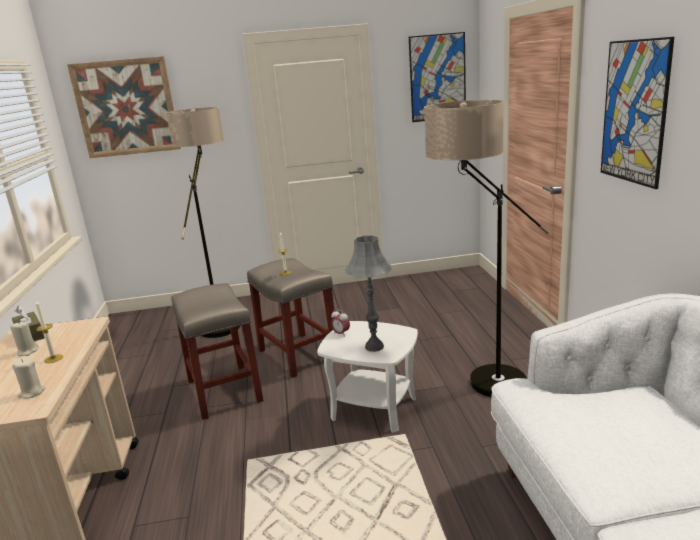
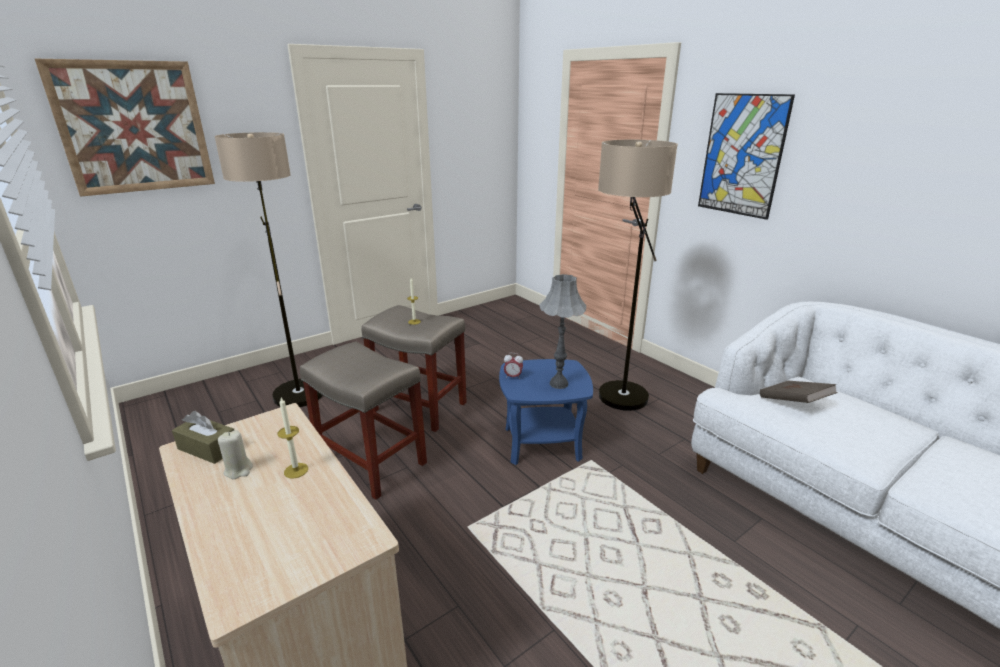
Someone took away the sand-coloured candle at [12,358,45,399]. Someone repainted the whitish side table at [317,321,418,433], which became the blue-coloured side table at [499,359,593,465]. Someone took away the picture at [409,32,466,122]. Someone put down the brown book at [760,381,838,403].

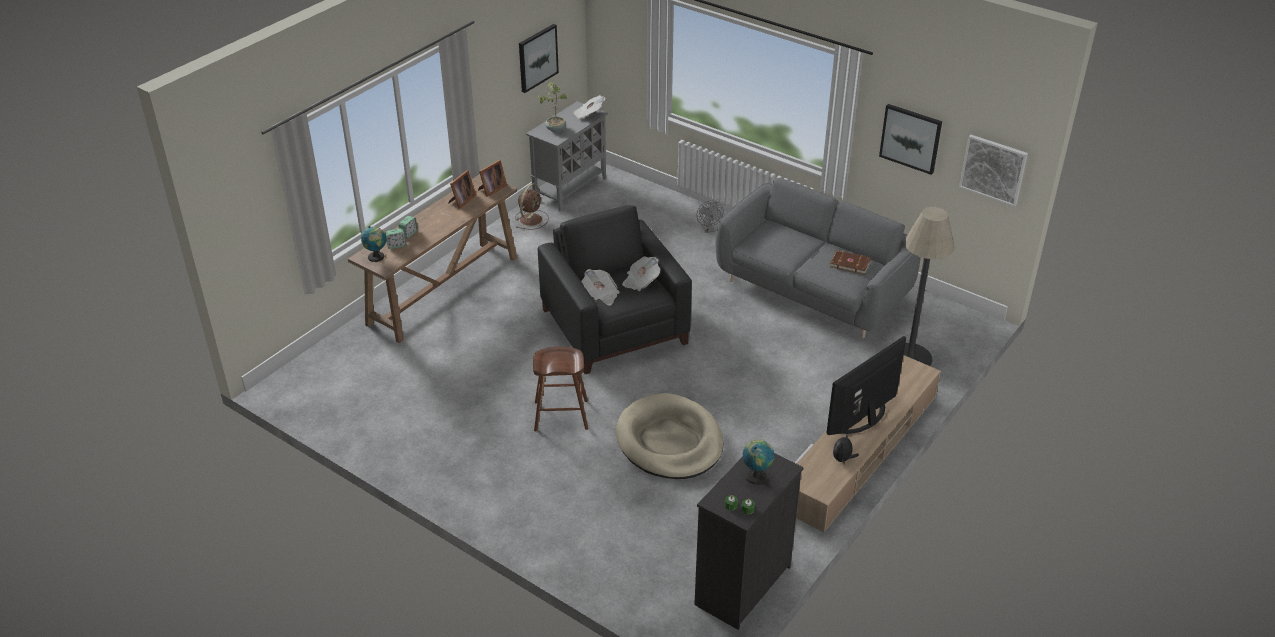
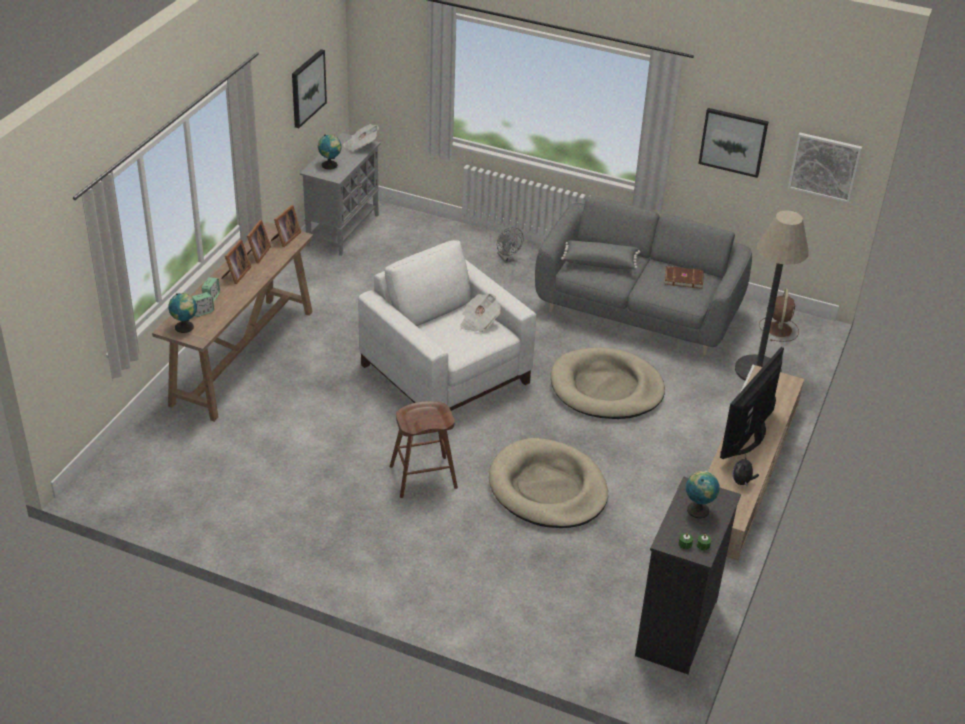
Someone carried the brown fan from [515,183,549,230] to [759,288,799,342]. Someone swapped the houseplant at [537,83,568,132] for the world globe at [318,135,342,170]. Someone repainted the black-coloured armchair at [538,205,692,374], which became the whitish armchair at [358,240,536,411]. Someone took away the daily paper at [582,269,620,305]. Someone put down the photo frame at [221,240,251,284]. Someone put down the sand-coloured dog cushion at [551,348,665,419]. Someone put down the greyish throw pillow at [561,241,640,269].

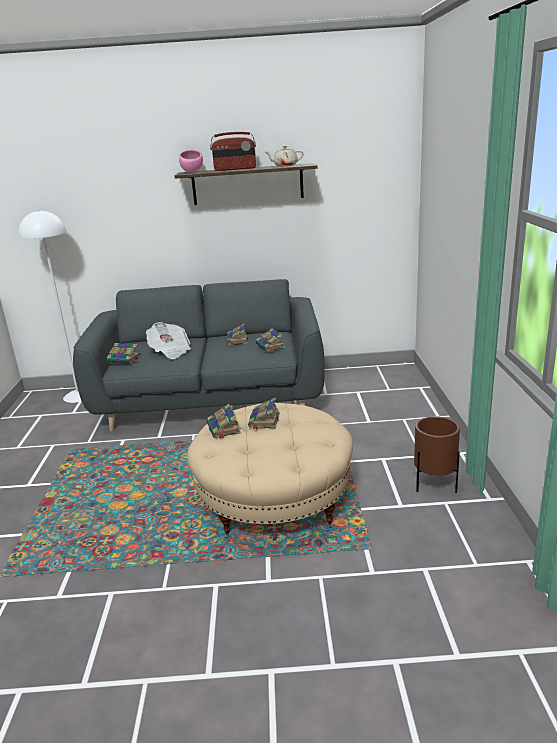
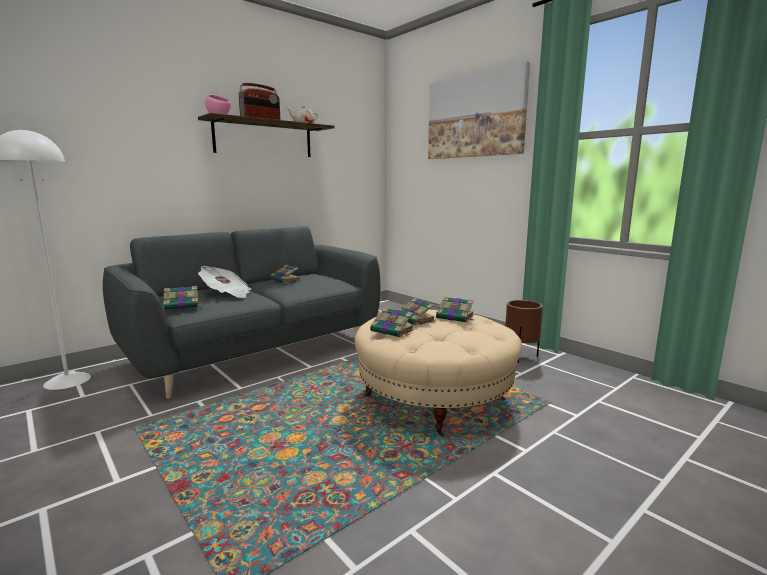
Someone carried the book from [256,328,285,352] to [436,297,475,322]. Someone put up the picture at [428,61,530,159].

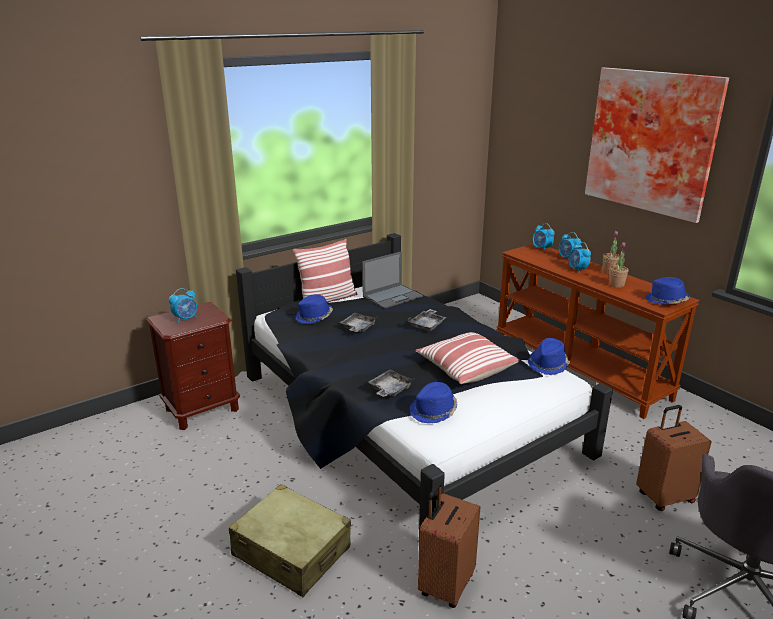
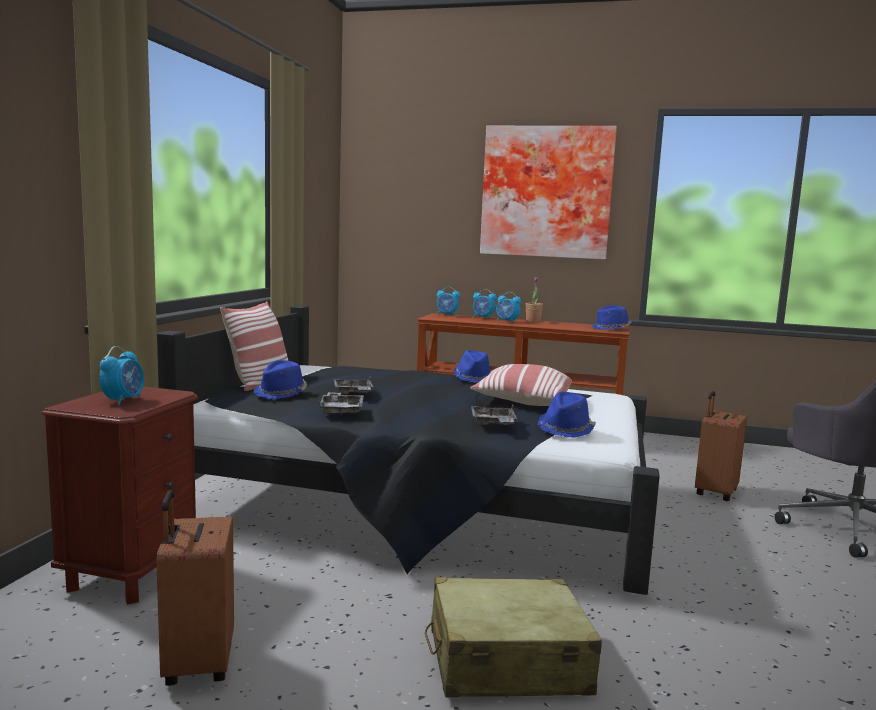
Someone took away the notebook computer at [362,251,423,309]. Someone carried the greyish carrying tray from [408,309,447,331] to [319,392,364,415]. Someone carried the brown suitcase from [418,482,480,608] to [156,490,234,686]. Someone carried the blue-coloured hat from [528,338,570,375] to [454,350,492,383]. Someone took away the houseplant at [609,242,629,288].

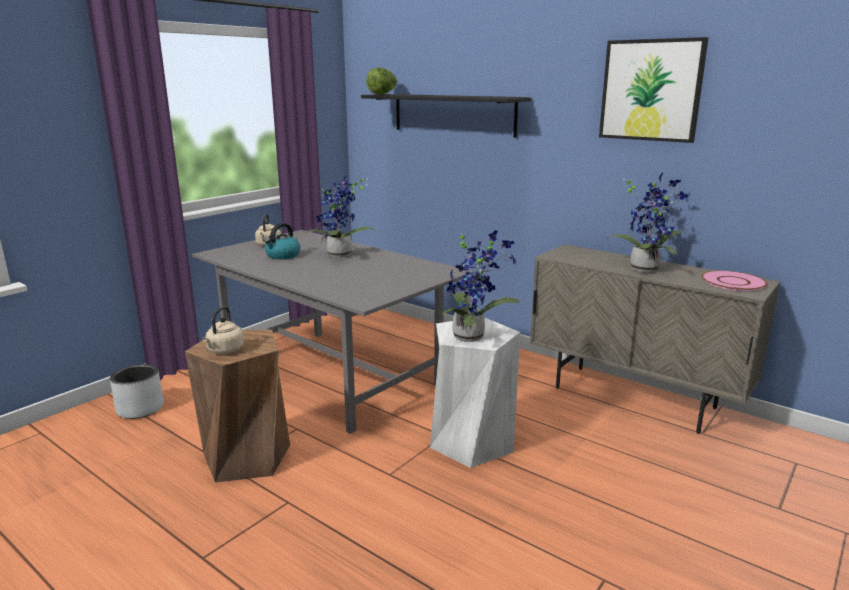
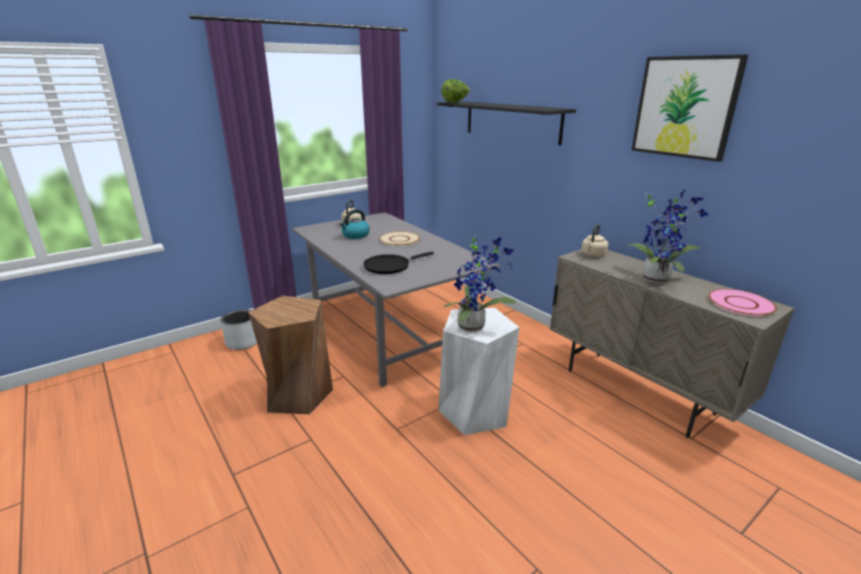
Someone carried the sand-coloured tea kettle from [202,306,244,354] to [581,224,609,257]. Someone swapped the houseplant at [305,175,377,258] for the sand-coloured flat dish at [379,232,420,246]. Someone put down the black-coloured frying pan at [364,252,434,274].

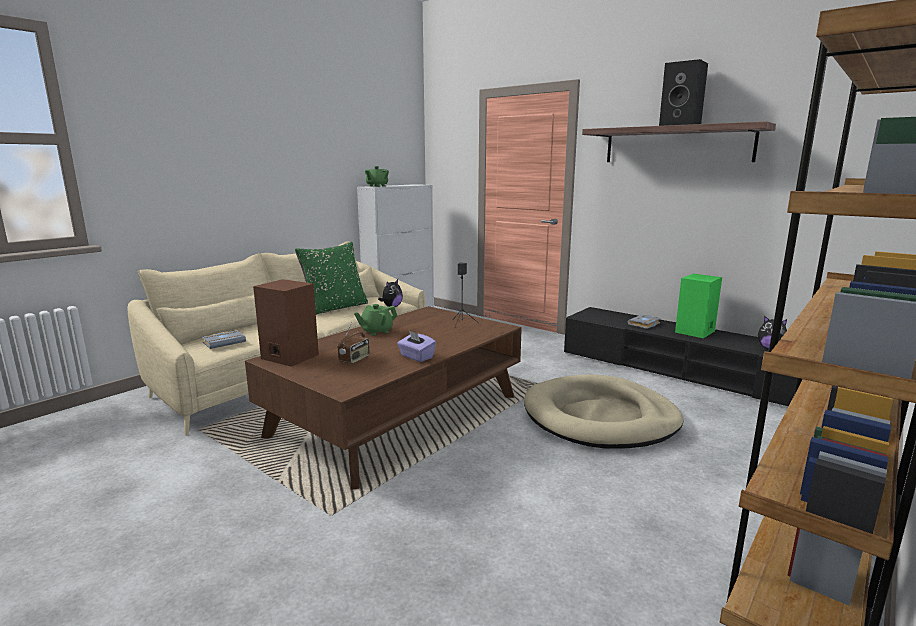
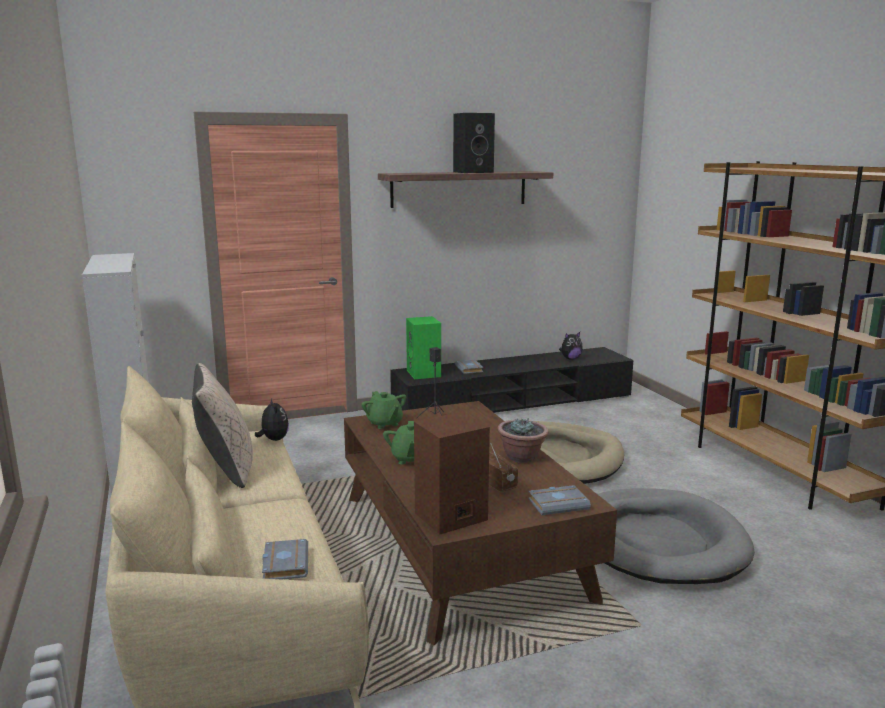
Someone repainted the green throw pillow at [295,242,368,315], which became the sand-coloured throw pillow at [192,363,253,488]. Someone carried the green teapot from [365,166,389,187] to [362,391,406,429]. Someone swapped the purple tissue holder at [397,331,436,362] for the houseplant at [497,418,549,463]. Someone carried the green loudspeaker from [675,273,722,338] to [406,316,441,379]. Someone put down the greyish book at [528,485,591,515]. Someone put down the greyish dog cushion at [598,488,755,584].

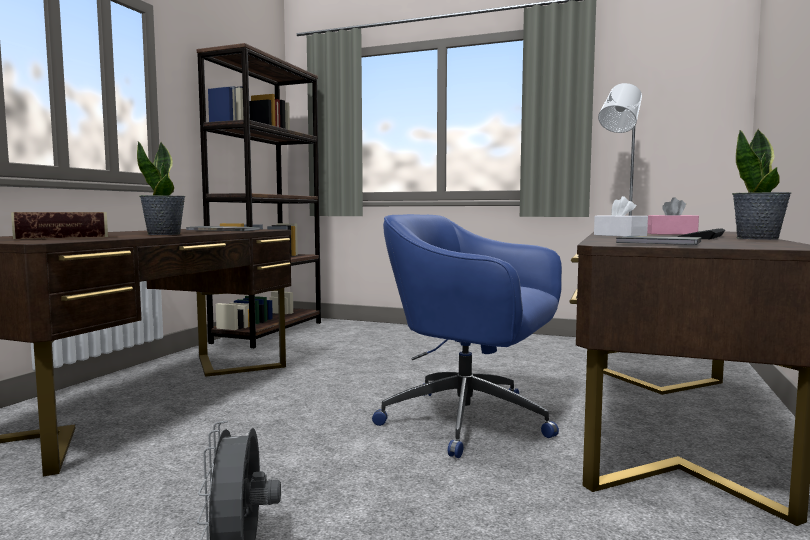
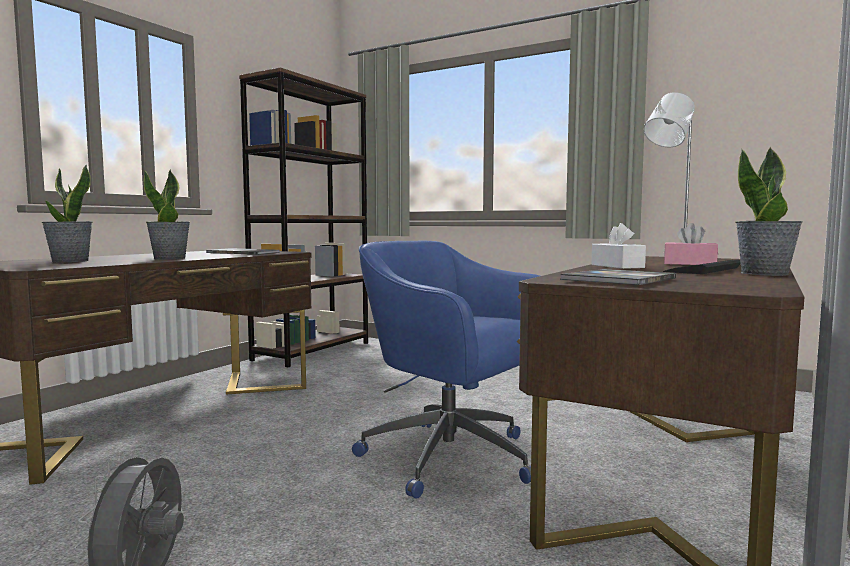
Someone swapped the book at [11,212,108,239] for the houseplant at [42,165,92,262].

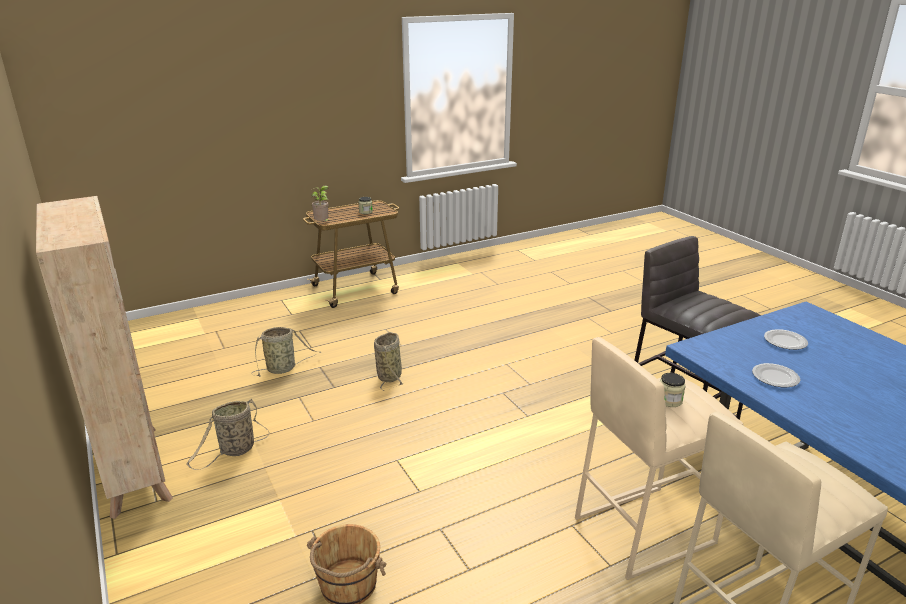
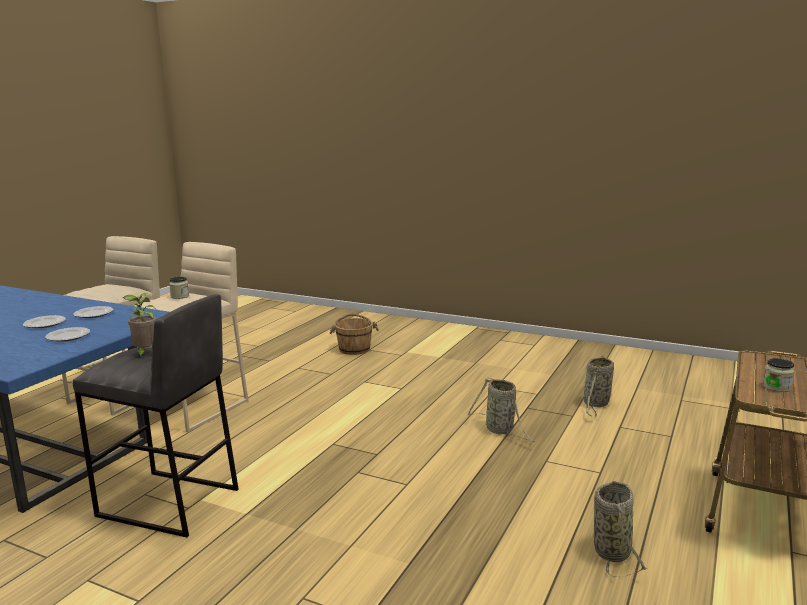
Someone took away the sand-coloured shelving unit at [36,196,173,519]. Someone carried the household basket from [186,399,270,470] to [594,481,647,577]. Someone carried the houseplant from [311,186,329,221] to [123,293,157,358]. Someone put down the flat dish at [23,315,66,328].

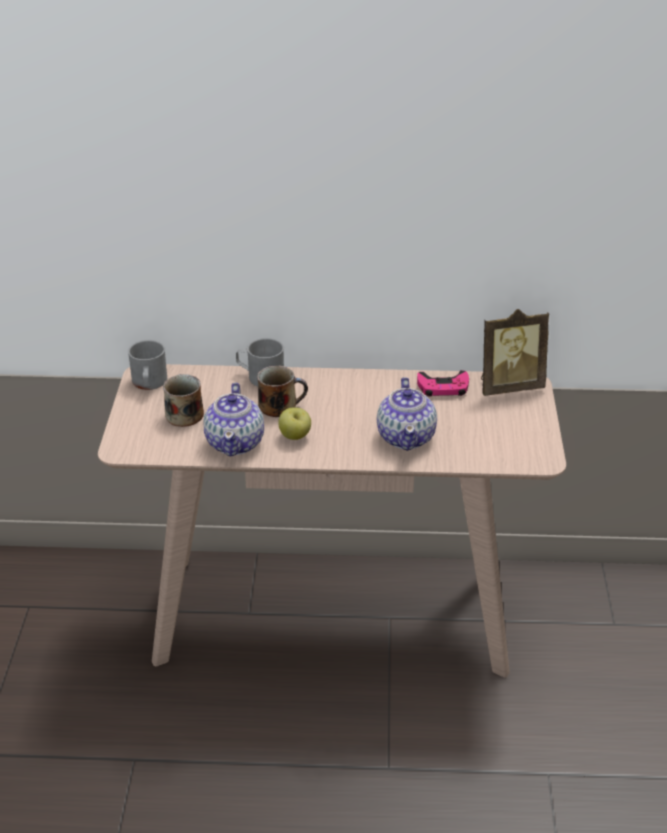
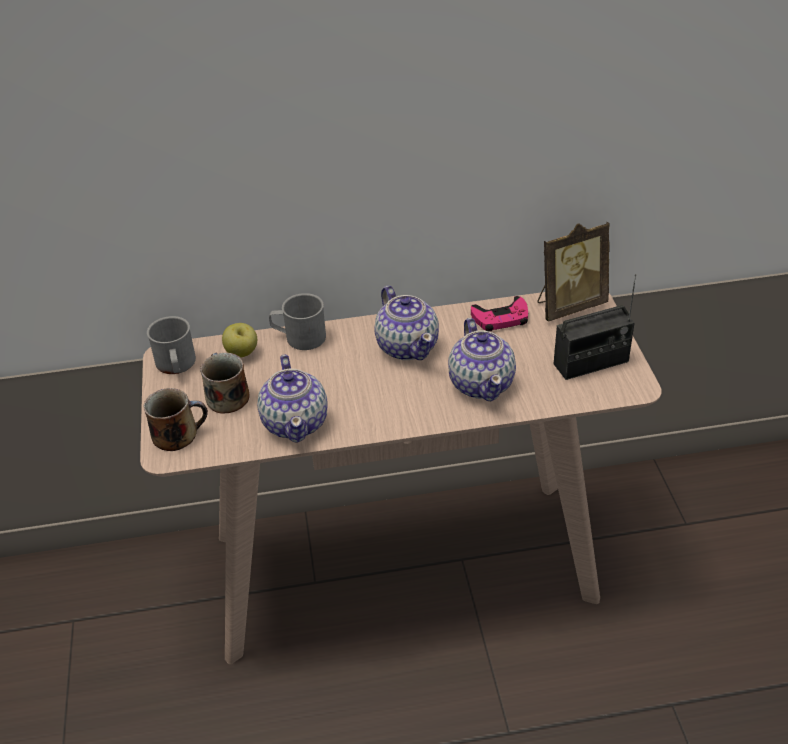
Someone carried the mug from [257,365,308,417] to [143,388,208,451]. Someone carried the apple from [278,407,311,440] to [222,323,257,358]. Someone put down the teapot at [374,286,439,360]. Someone put down the radio receiver at [554,274,636,380].

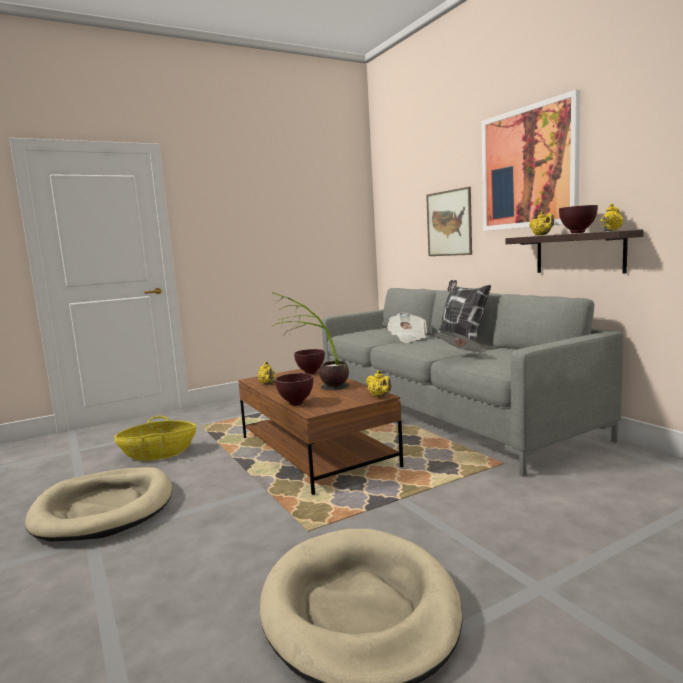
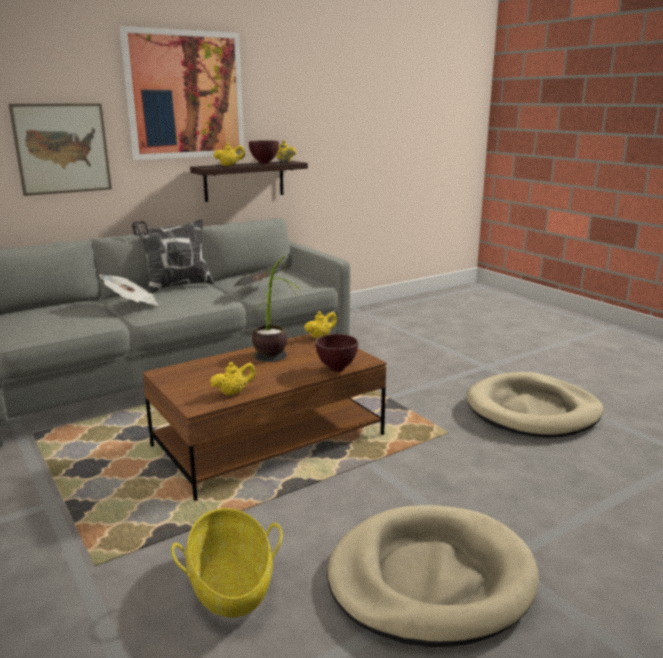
Someone took away the brown deep dish at [294,349,325,374].

